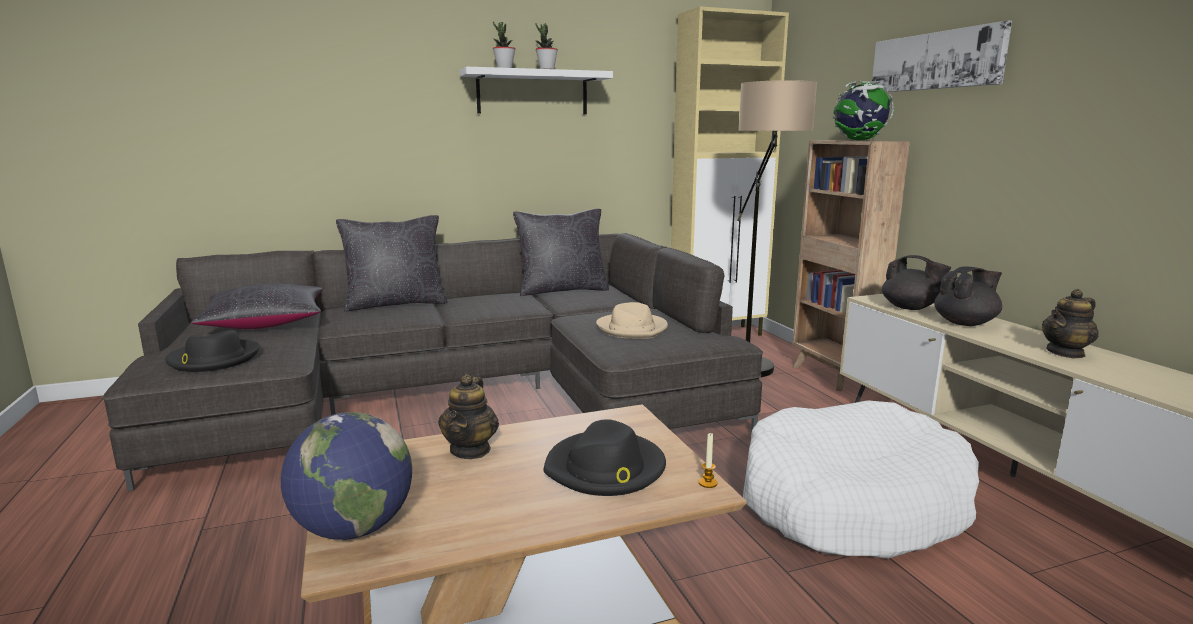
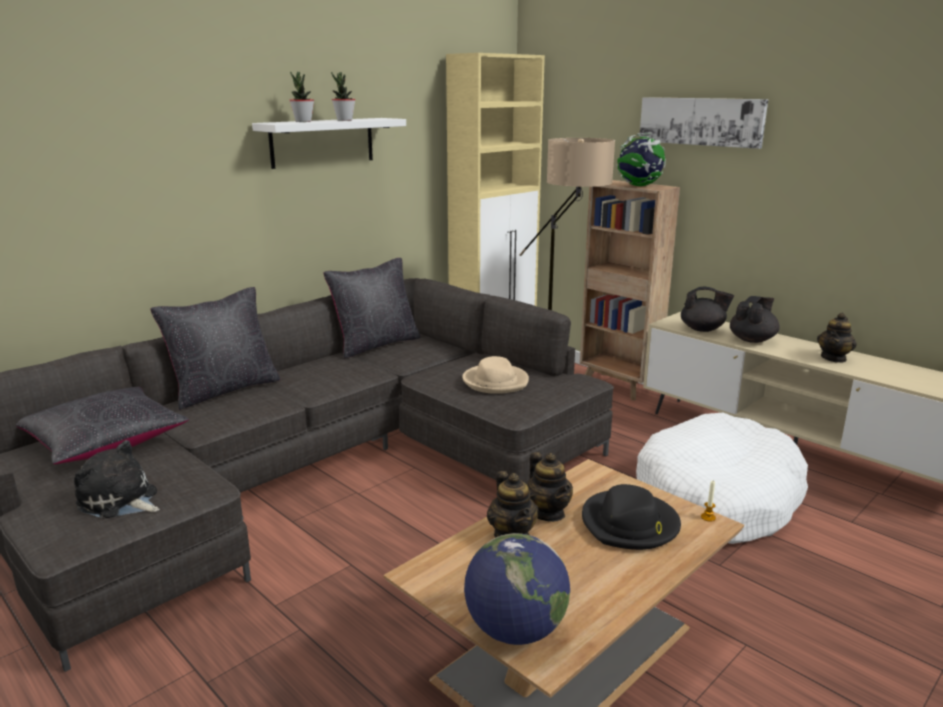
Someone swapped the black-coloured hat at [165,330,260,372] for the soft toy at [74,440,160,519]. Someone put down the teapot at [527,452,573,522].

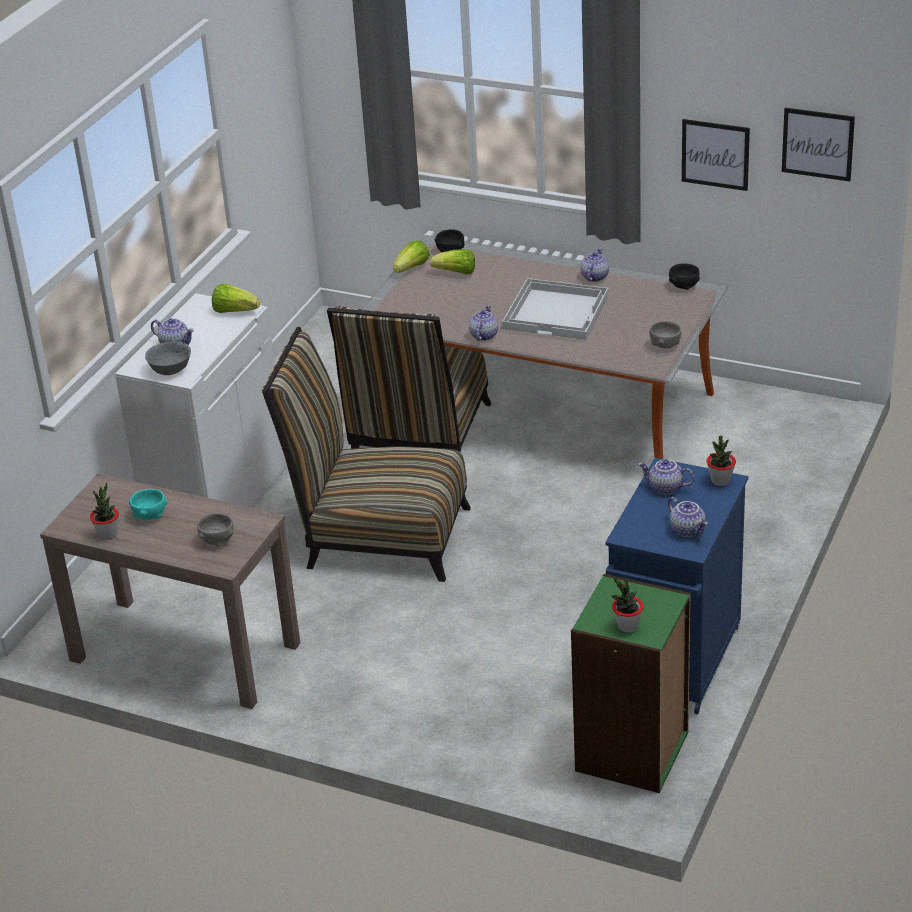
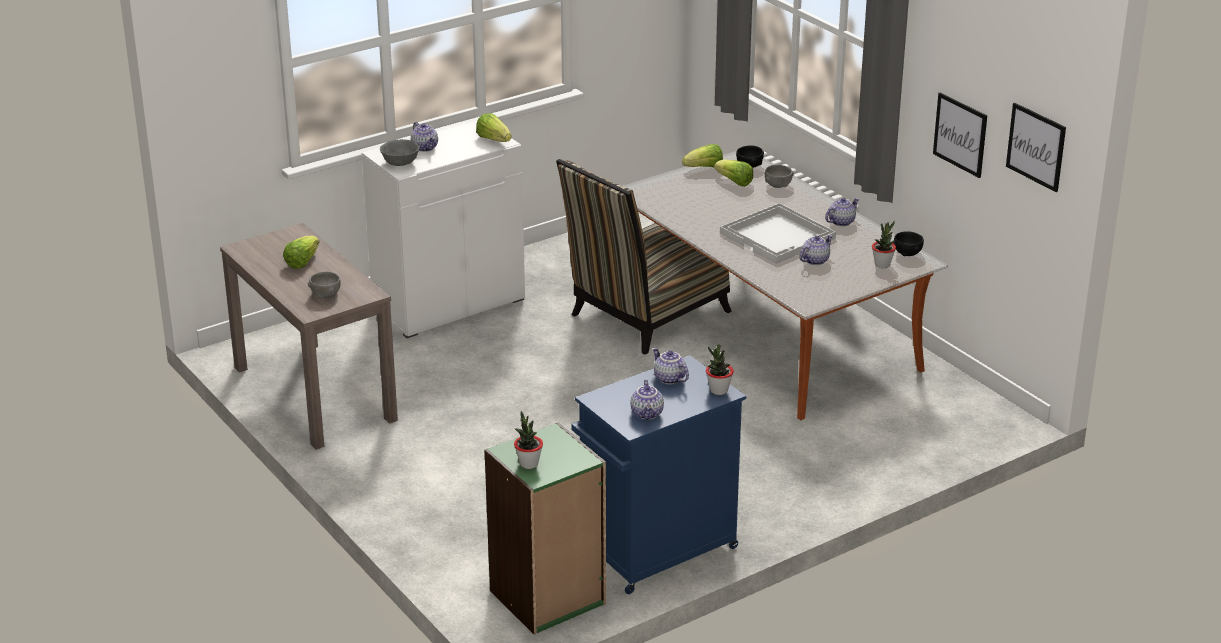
Someone carried the houseplant from [90,483,119,540] to [872,221,896,268]. Someone swapped the blue-green deep dish at [129,489,167,520] for the lettuce head at [283,236,319,269]. Someone took away the plain chair at [262,327,471,582]. Someone carried the teapot from [469,305,498,341] to [799,235,833,265]. Someone carried the greyish deep dish from [650,321,681,349] to [765,165,794,188].

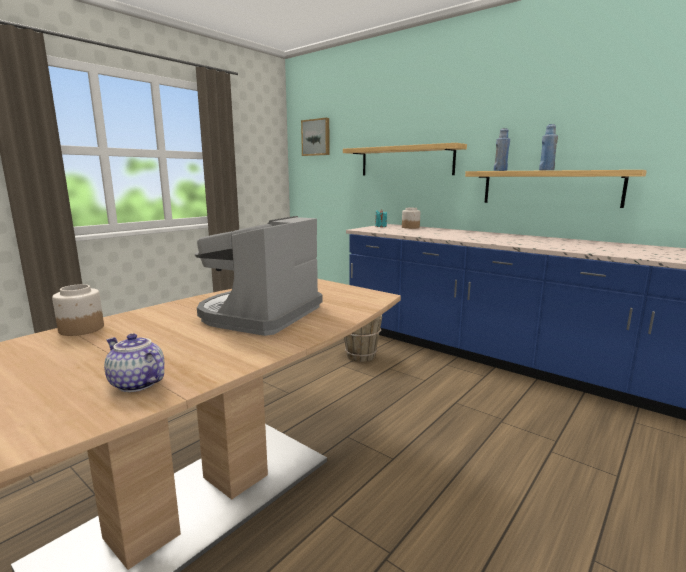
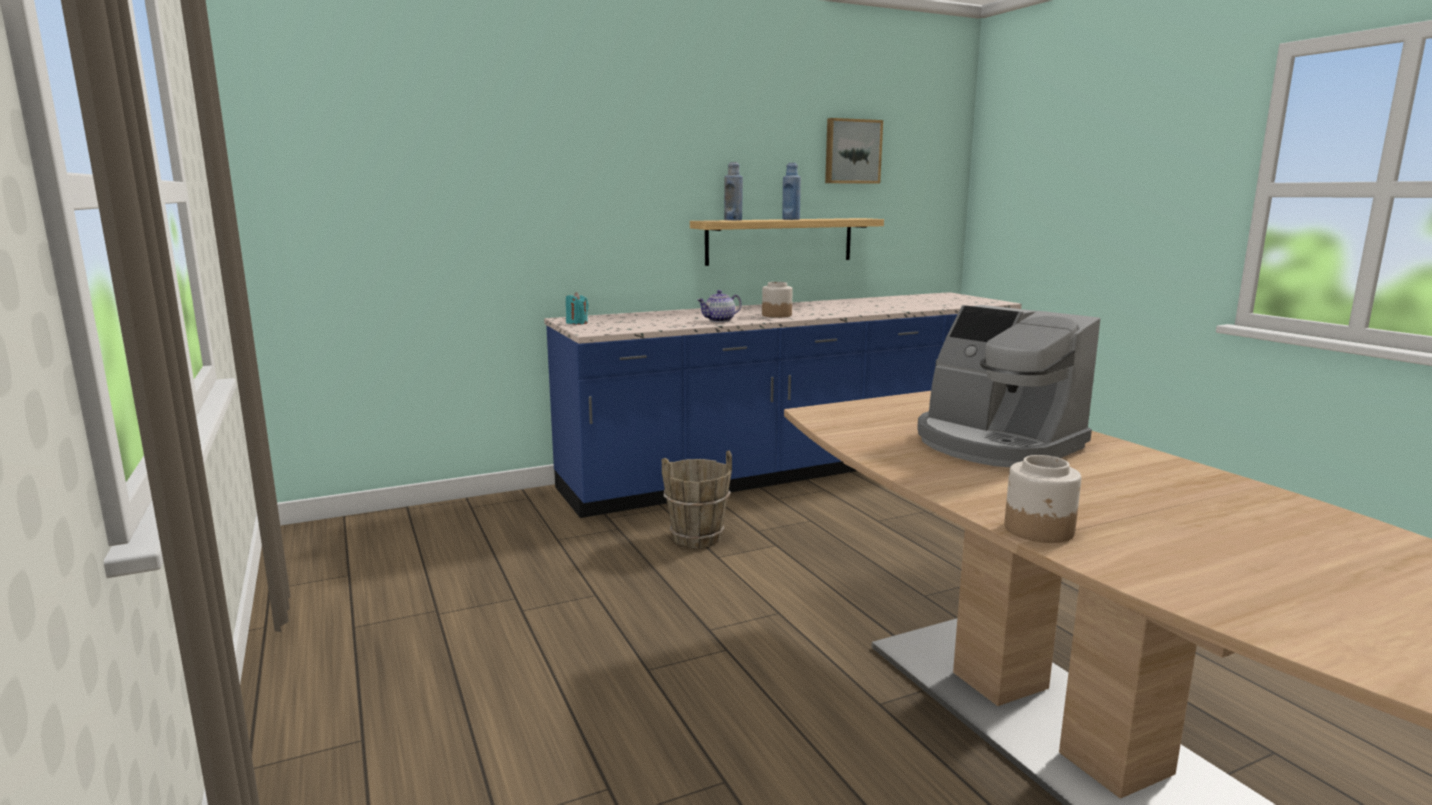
Someone carried the teapot from [104,333,164,392] to [697,290,742,322]. Someone carried the picture from [301,118,330,156] to [825,118,883,184]. Someone took away the bracket shelf at [343,143,467,176]. Someone carried the jar from [402,208,420,229] to [762,282,793,318].

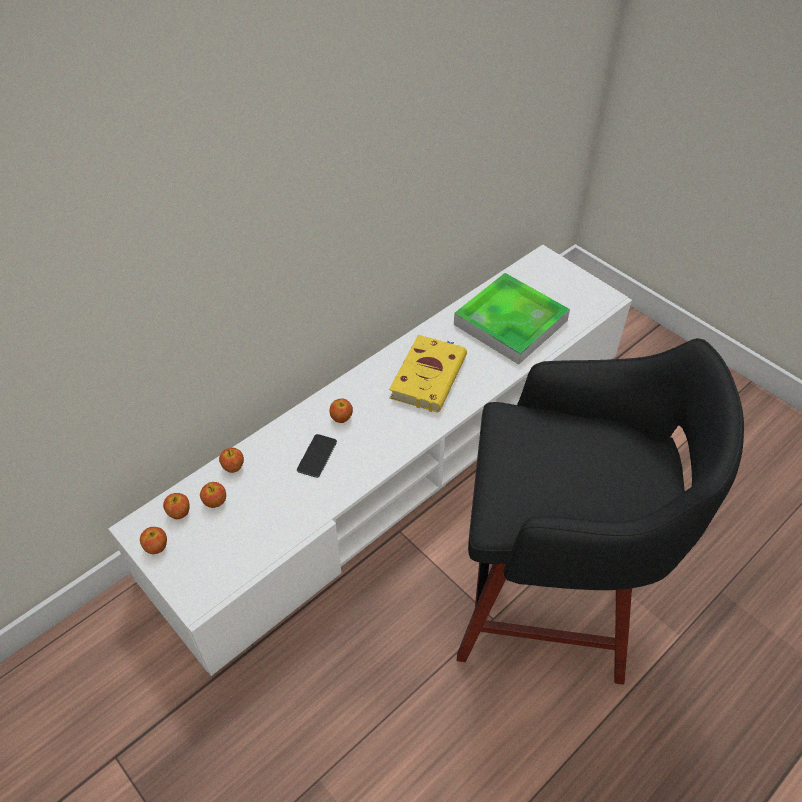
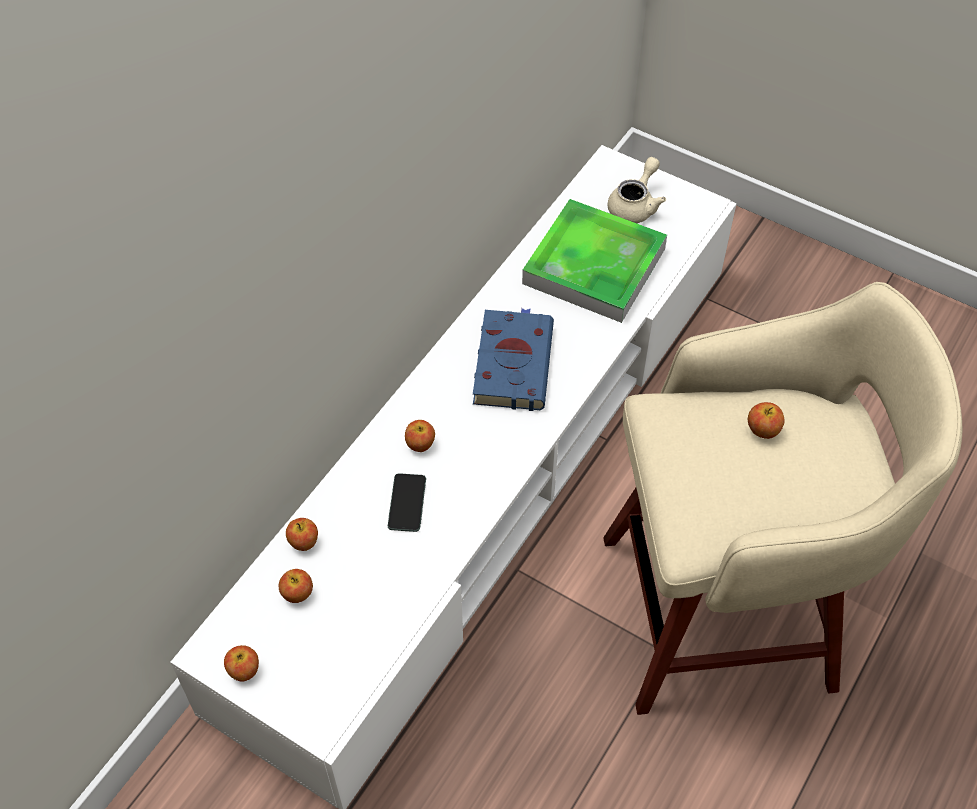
Someone carried the apple from [163,493,190,519] to [748,402,785,439]. Someone repainted the yellowish book at [389,335,467,413], which became the blue-coloured book at [473,308,554,411]. Someone repainted the black-coloured stool at [457,338,744,685], which became the sand-coloured stool at [603,282,962,715]. Someone put down the sand-coloured teapot at [608,157,666,223].

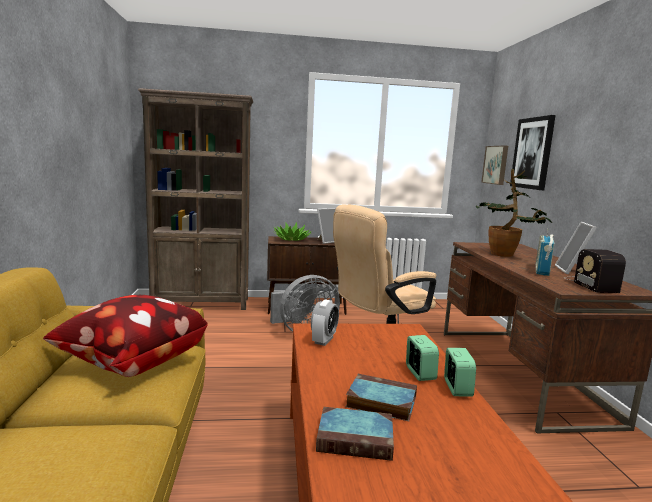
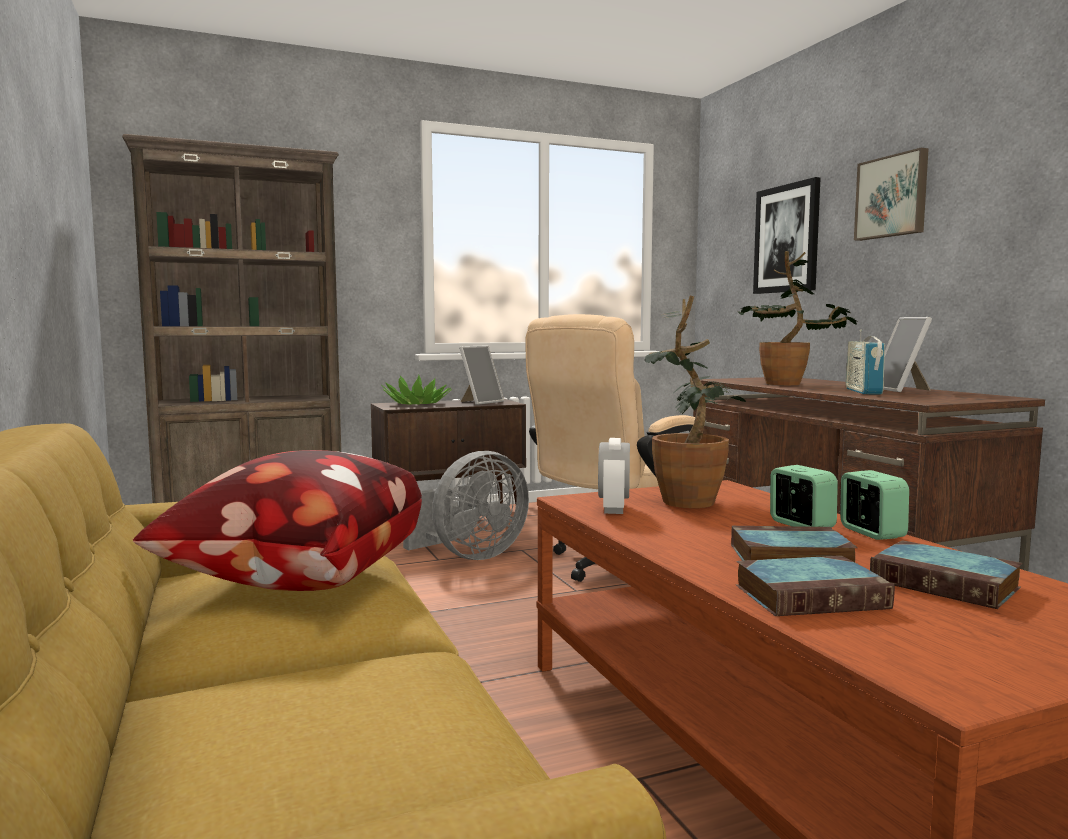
Someone carried the picture from [481,146,508,185] to [854,148,929,241]. Someone took away the radio receiver at [564,249,626,293]. Someone put down the houseplant at [645,296,746,508]. Someone put down the book at [870,540,1023,609].

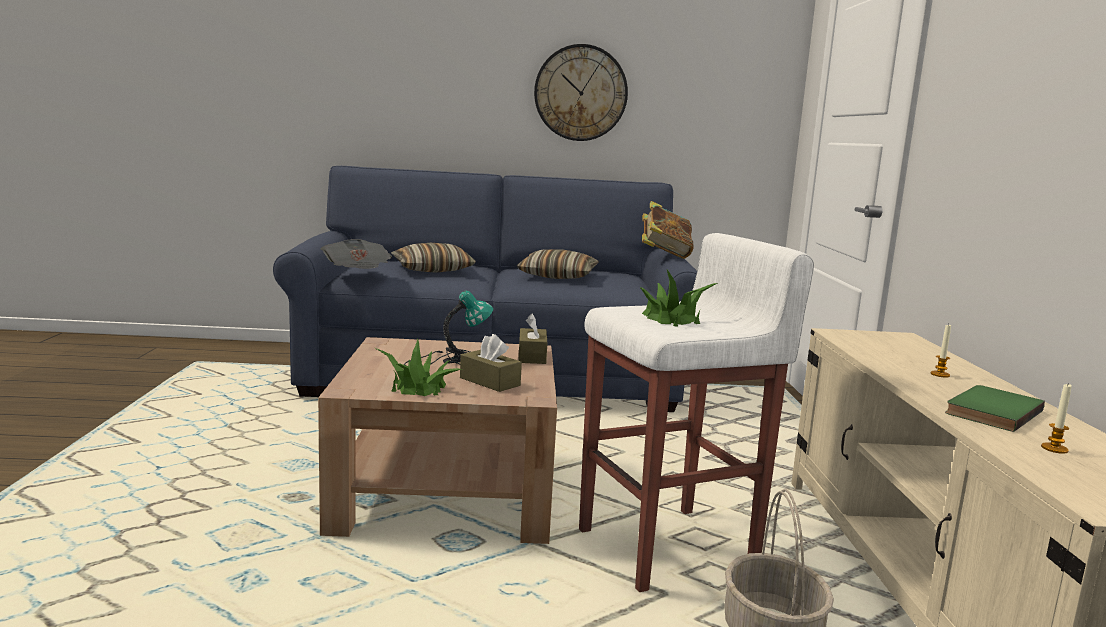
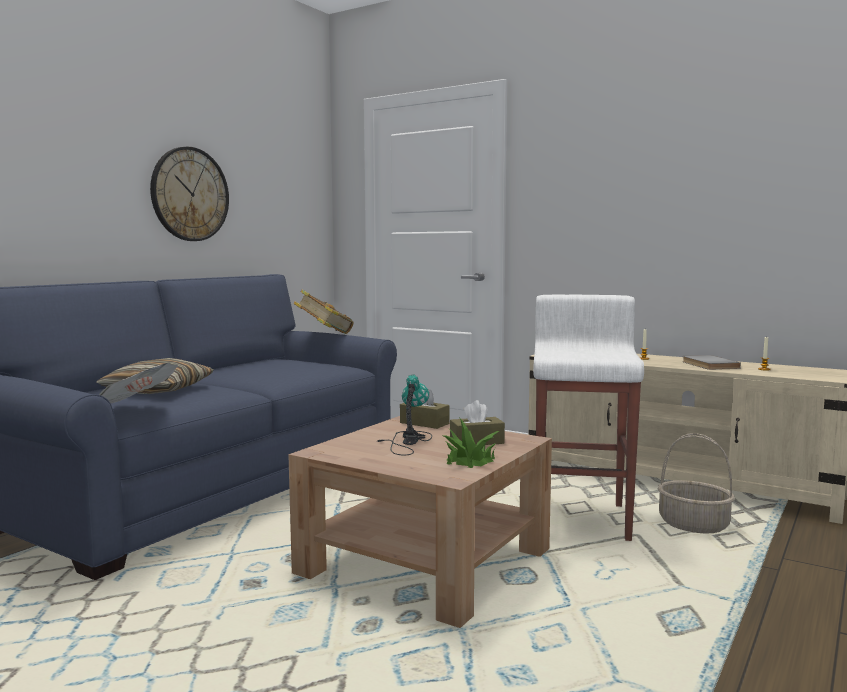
Someone took away the throw pillow at [517,249,599,279]. Someone took away the houseplant at [639,270,718,326]. Someone repainted the green book at [945,385,1045,432], which became the greyish book at [683,355,741,370].

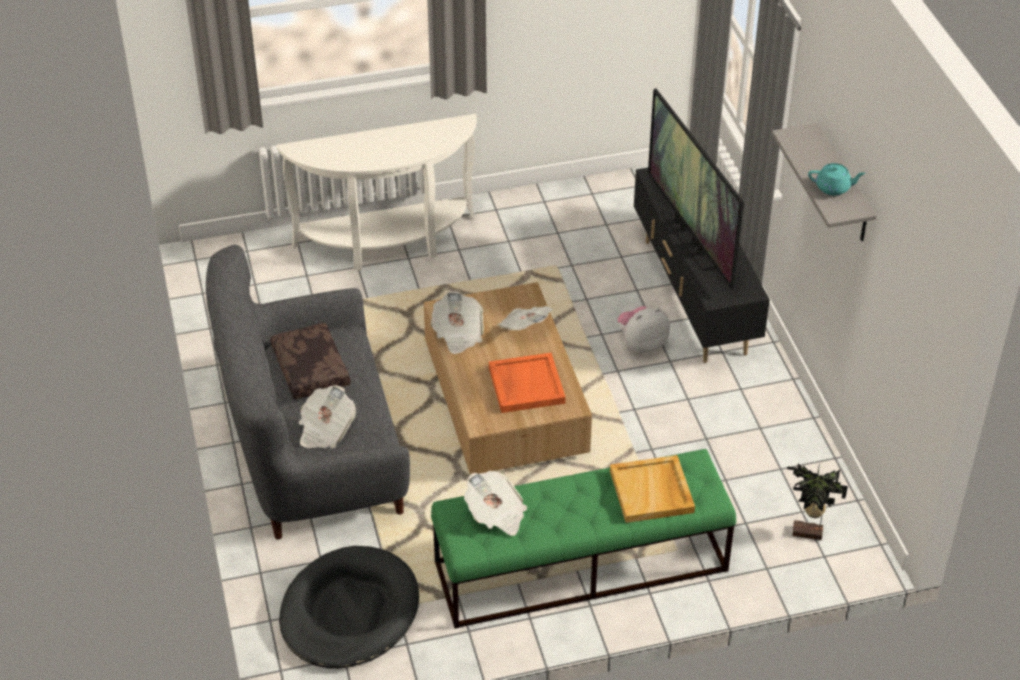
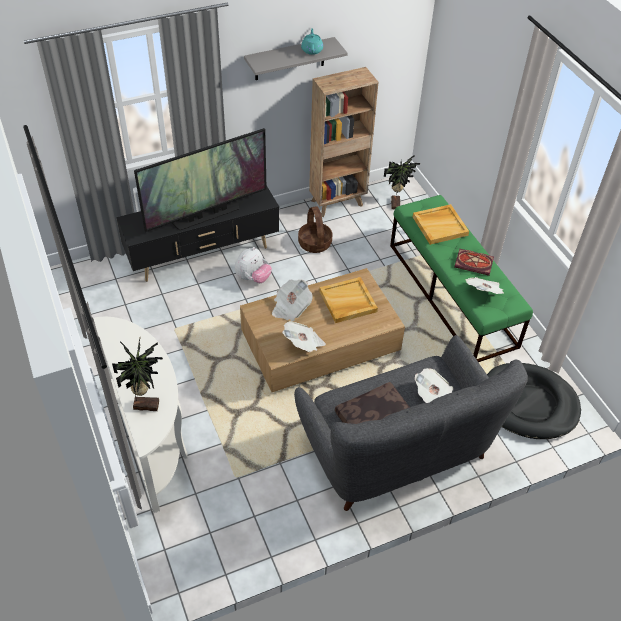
Someone repainted the orangey carrying tray at [489,353,566,413], which became the sand-coloured carrying tray at [319,277,378,323]. Someone rotated the soft toy at [618,306,670,354] by 105 degrees counterclockwise. Someone put down the houseplant at [112,337,163,411]. Someone put down the household basket at [298,206,332,253]. Someone put down the brown shelving unit at [309,67,379,217]. Someone put down the book at [454,249,494,276].

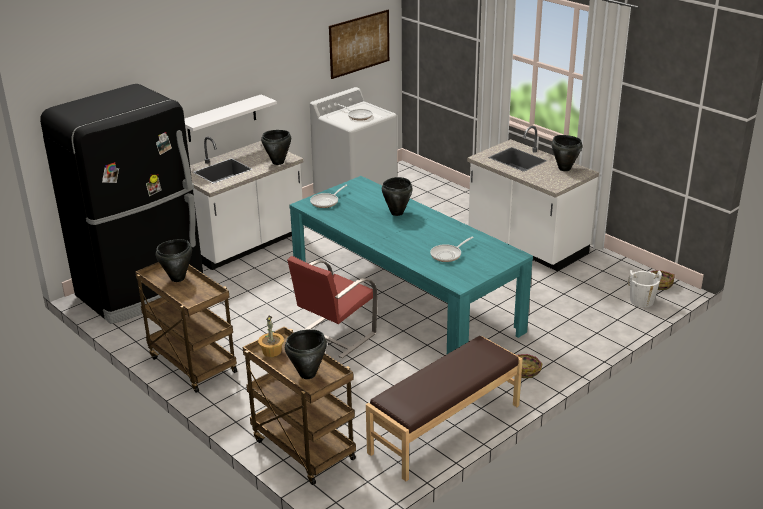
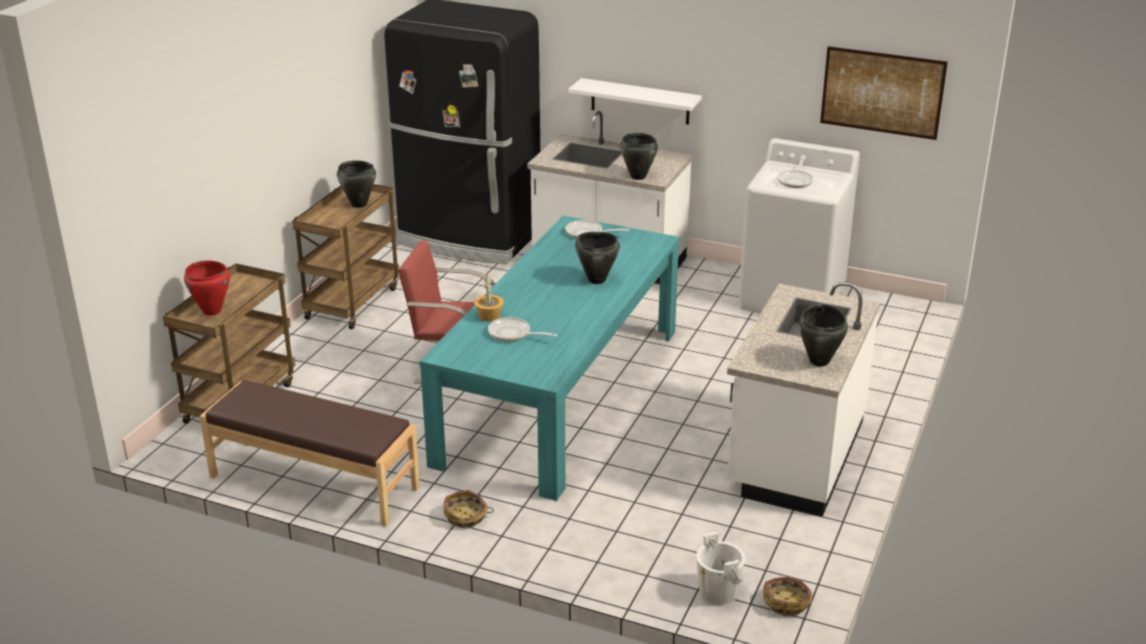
Someone carried the houseplant from [258,315,284,357] to [474,275,504,321]. Someone repainted the black-coloured stockpot at [285,329,327,379], which became the red stockpot at [184,260,230,316].

